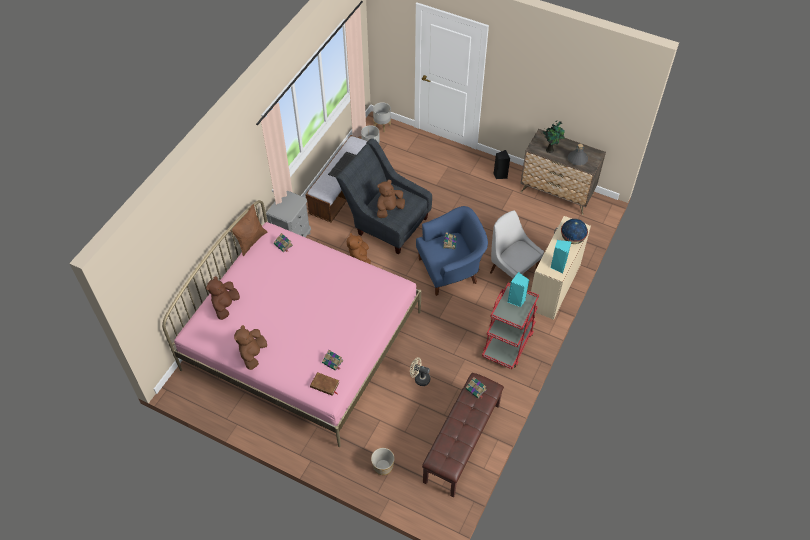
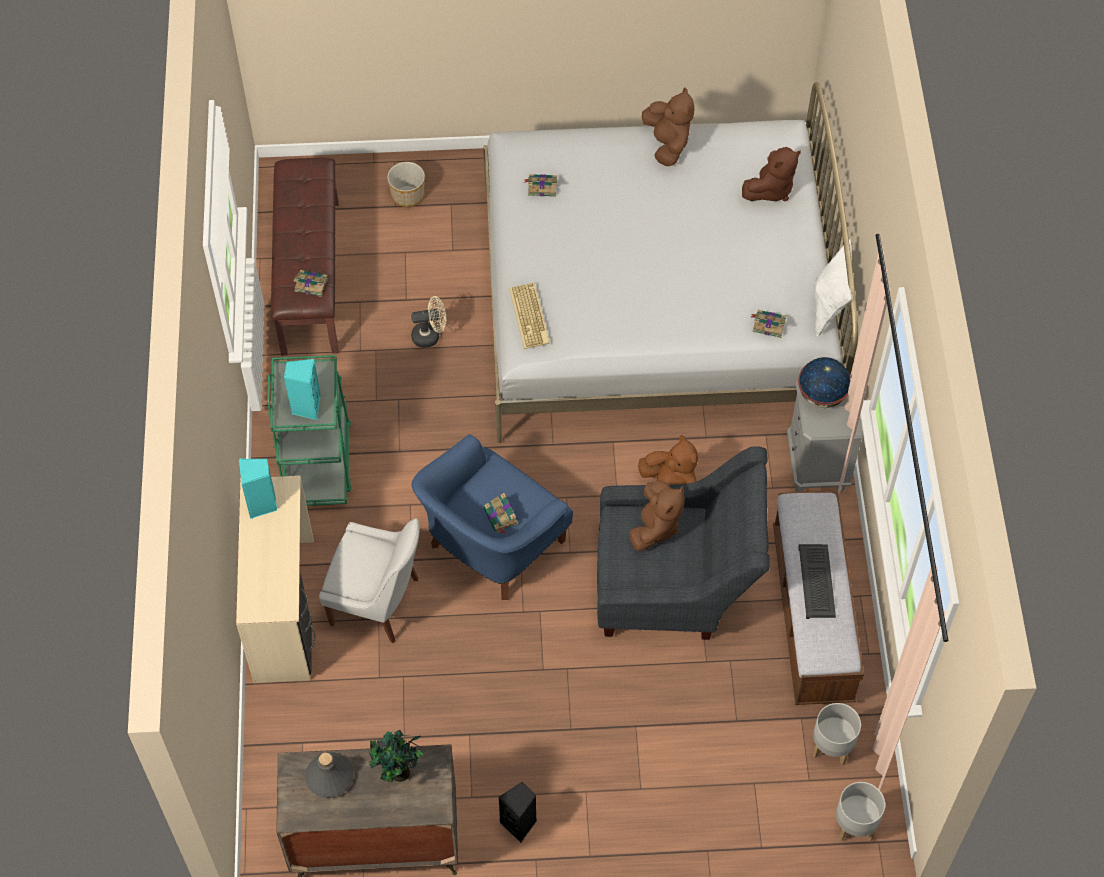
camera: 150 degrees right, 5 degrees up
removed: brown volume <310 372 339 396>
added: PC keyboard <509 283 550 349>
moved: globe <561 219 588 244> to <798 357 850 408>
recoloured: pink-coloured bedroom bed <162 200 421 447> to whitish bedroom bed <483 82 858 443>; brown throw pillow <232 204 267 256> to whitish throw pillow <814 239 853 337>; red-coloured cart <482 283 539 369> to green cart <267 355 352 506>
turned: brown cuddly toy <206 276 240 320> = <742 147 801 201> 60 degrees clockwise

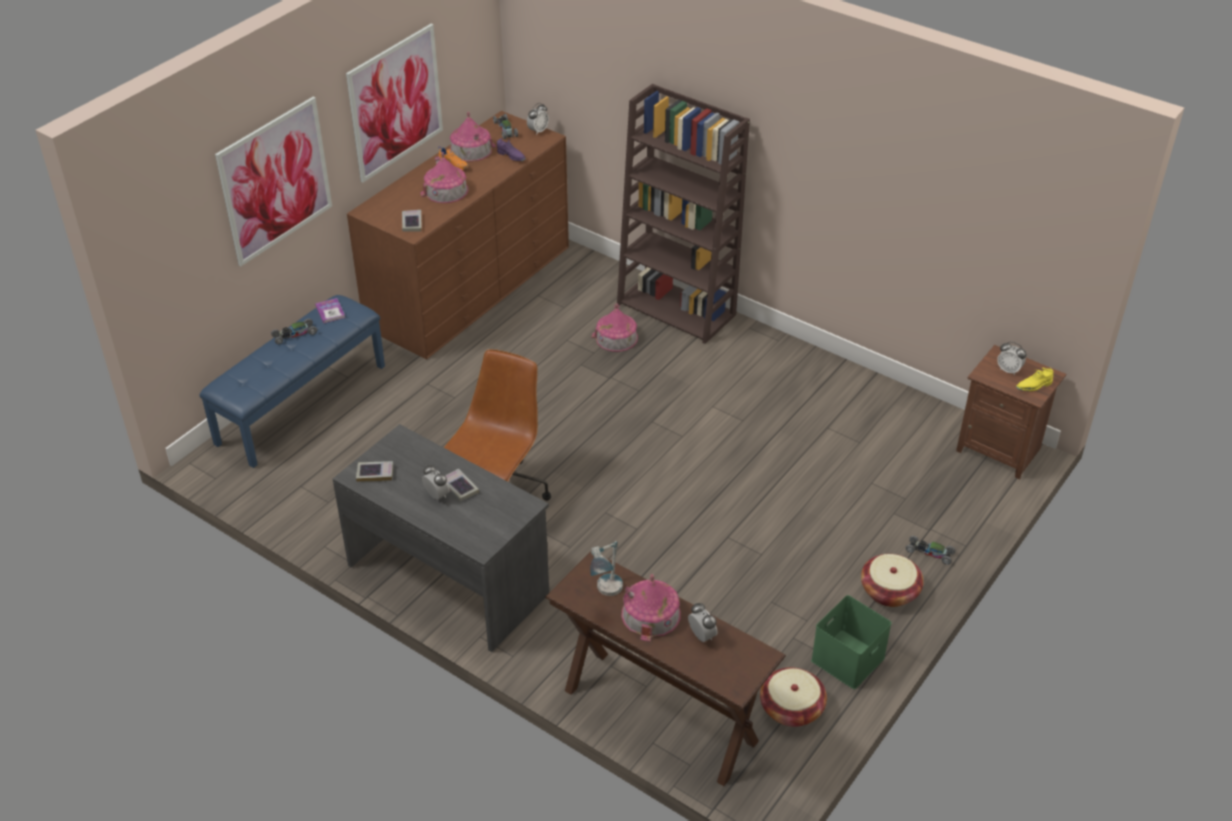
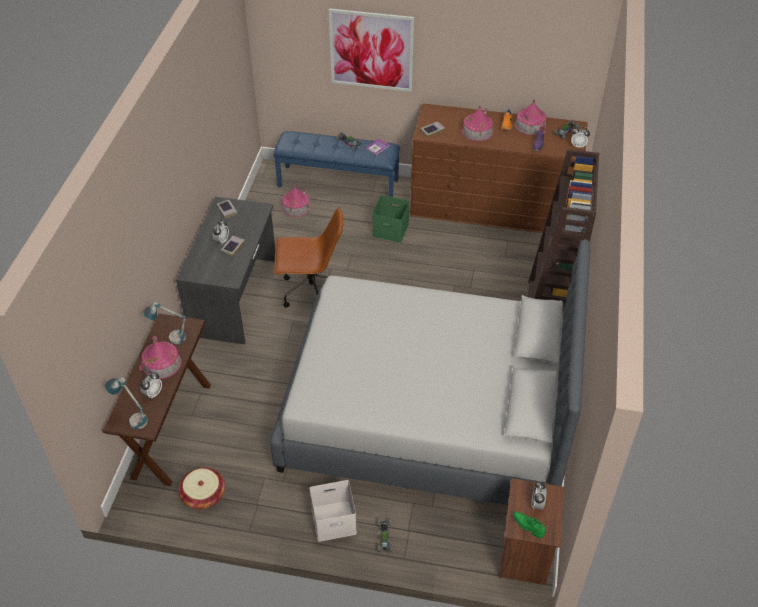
camera: 65 degrees right, 5 degrees up
removed: wall art <346 24 443 182>
added: tabletop lamp <105 377 148 429>; gray bedroom bed <270 239 590 505>
moved: model house <591 303 638 352> to <282 184 311 217>; green storage box <811 595 892 689> to <372 195 410 243>
replaced: basket <861 554 924 607> to whitish storage box <310 480 357 542>
recoloured: yellow-coloured item of footwear <1016 367 1053 391> to green item of footwear <513 512 546 538>

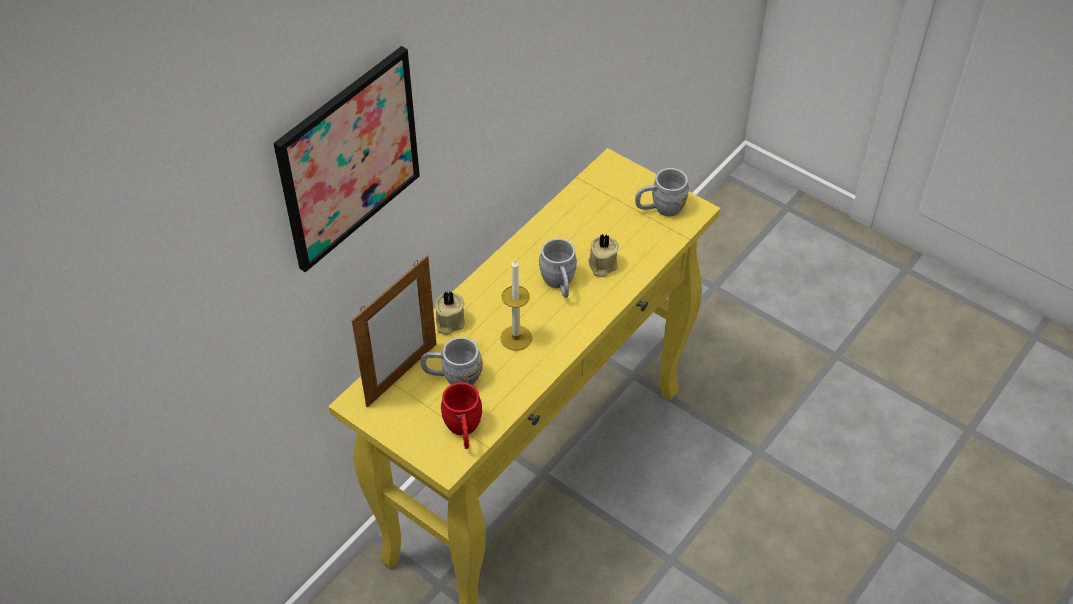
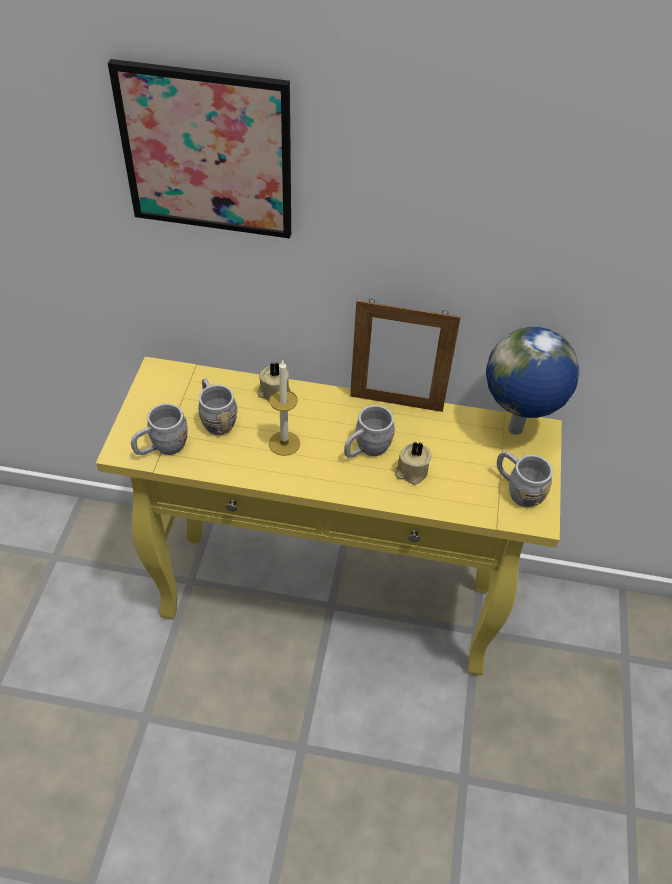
camera: 60 degrees right, 0 degrees up
added: globe <486 327 579 435>
moved: photo frame <352 255 436 408> to <350 299 461 412>
recoloured: red-coloured coffee mug <440 382 482 449> to gray coffee mug <131 403 188 455>

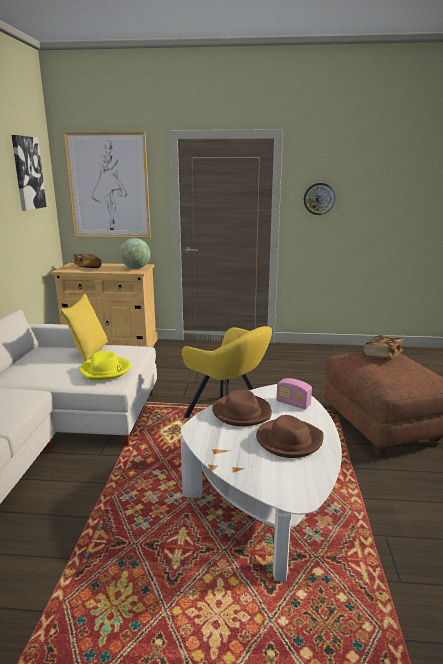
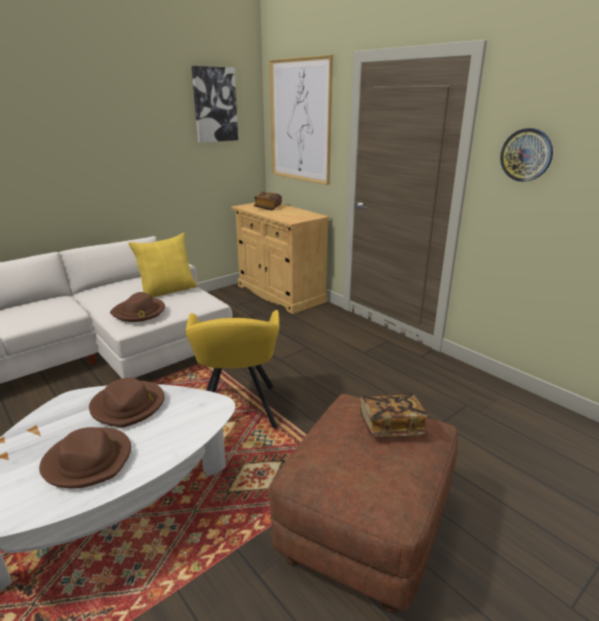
camera: 45 degrees right, 5 degrees up
removed: globe <120 238 150 269>; radio receiver <276 378 312 409>
recoloured: yellow-coloured wearable hat <80 351 131 380> to brown wearable hat <110 292 165 322>

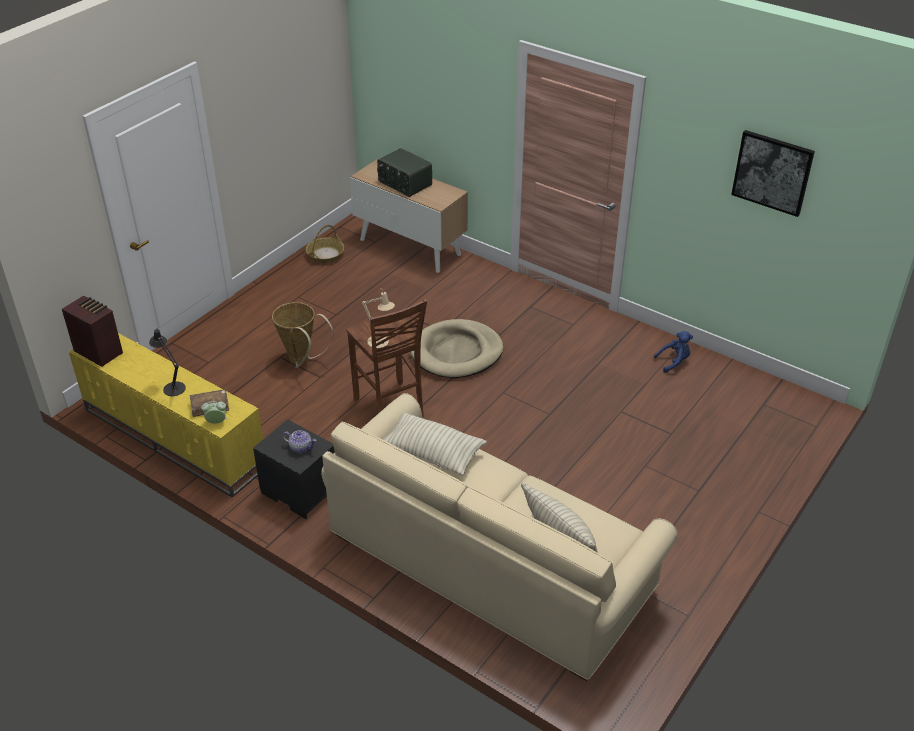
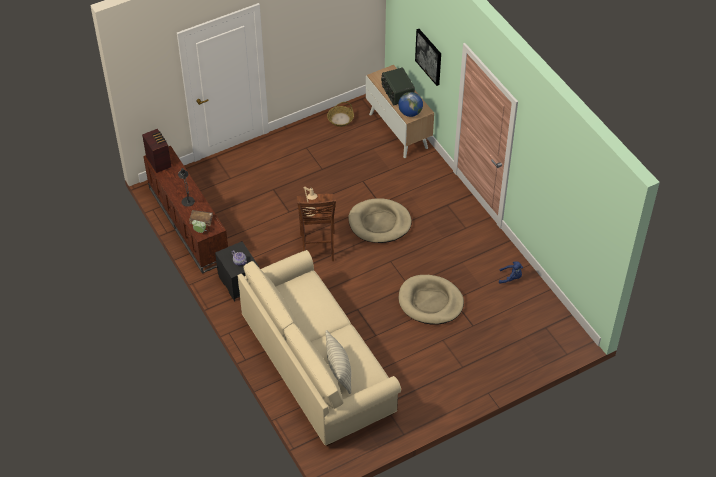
camera: 25 degrees right, 10 degrees up
removed: basket <272 302 334 368>; throw pillow <383 412 487 476>
added: globe <398 92 423 117>; beige-coloured dog bed <399 275 464 325>
moved: wall art <731 130 815 217> to <415 29 441 86>
recoloured: yellow-coloured media console <69 333 263 498> to brown media console <143 146 228 274>

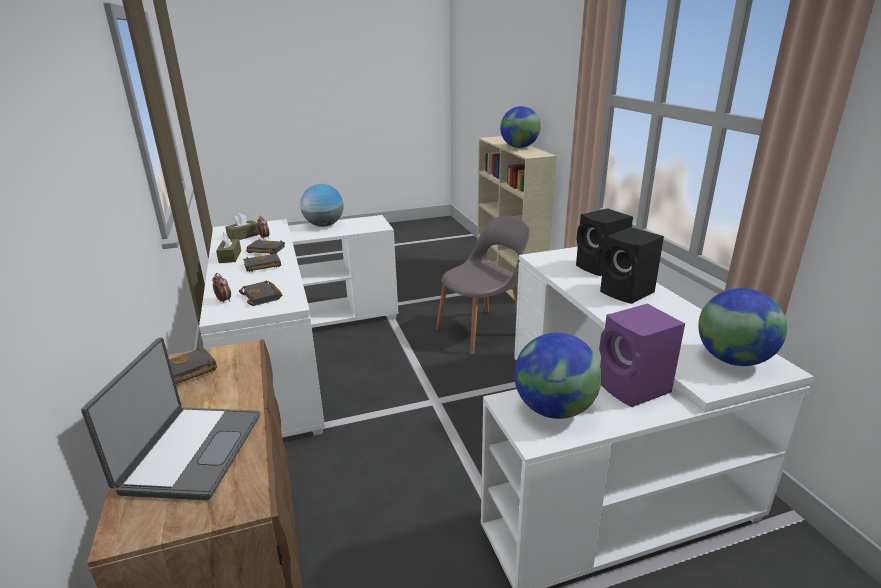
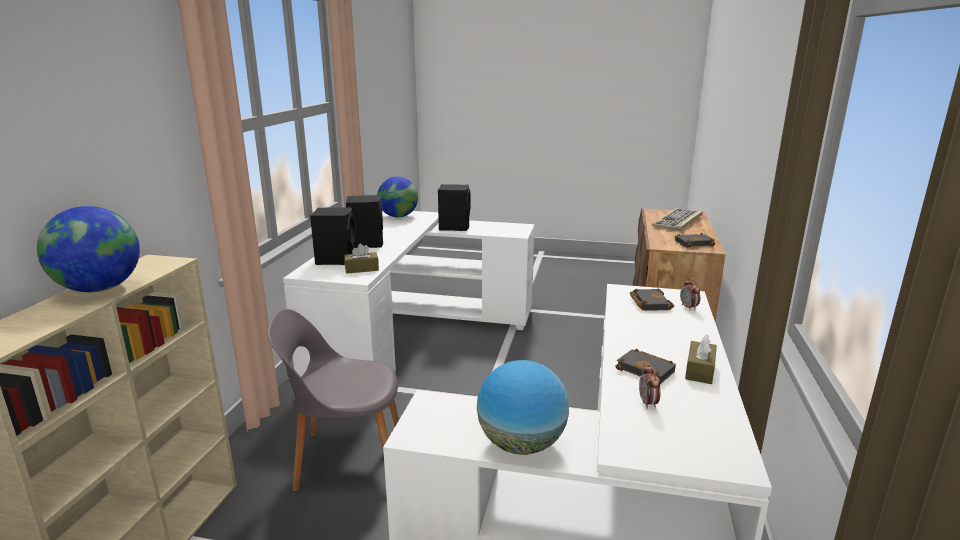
camera: 150 degrees left, 5 degrees down
removed: blackish volume <243 253 281 272>; globe <514 333 602 419>
moved: brown tissue holder <225 213 260 240> to <344 243 379 274>
replaced: portable computer <81 338 260 500> to PC keyboard <652 208 703 231>
recoloured: purple speaker <599 304 685 407> to blackish speaker <438 184 471 231>

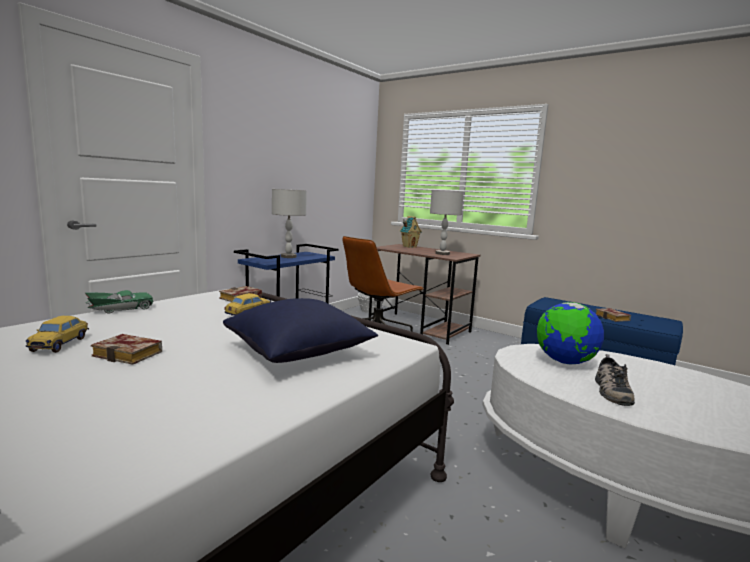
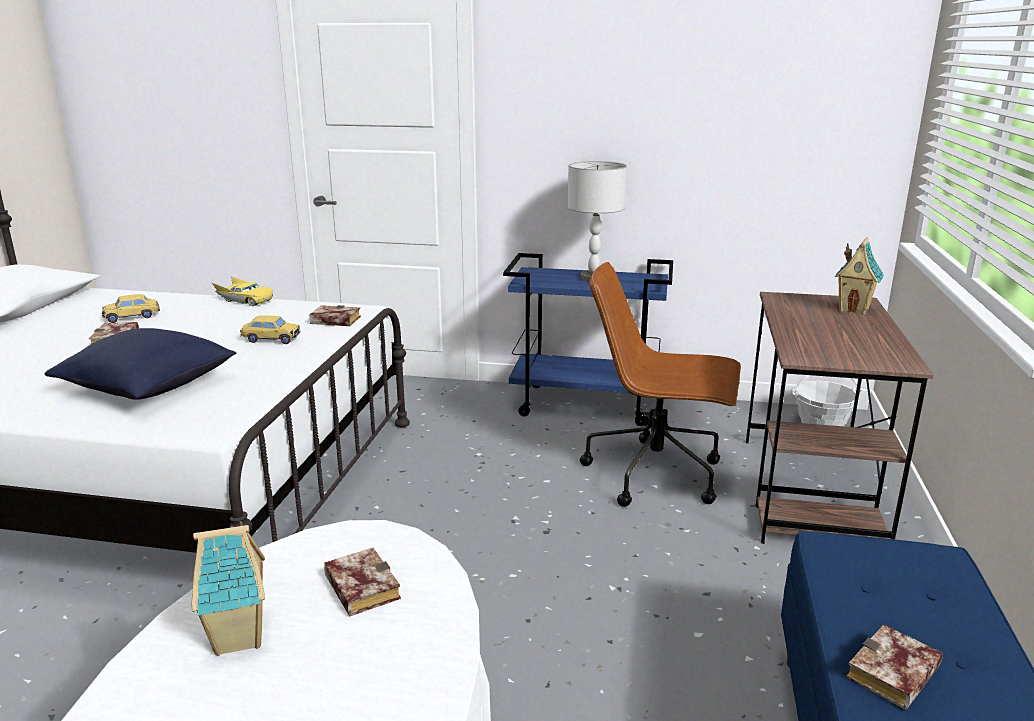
camera: 65 degrees right, 10 degrees up
removed: gray tabletop lamp <430 190 464 255>
replaced: globe <537 302 604 365> to volume <324 548 401 617>; item of footwear <595 354 635 406> to model house <191 521 265 656>
recoloured: green model car <84 290 153 314> to yellow-coloured model car <212 277 273 306>

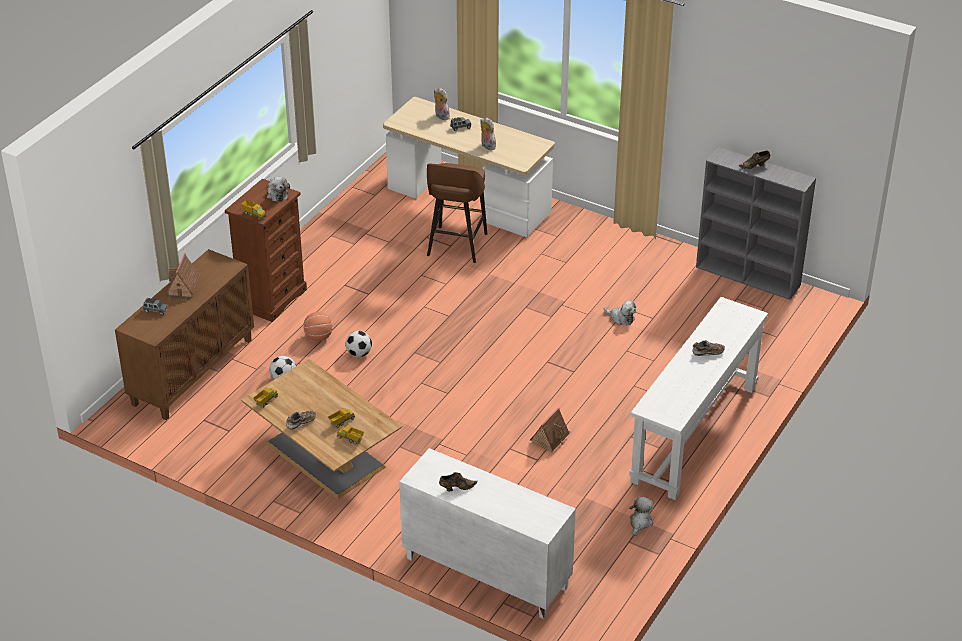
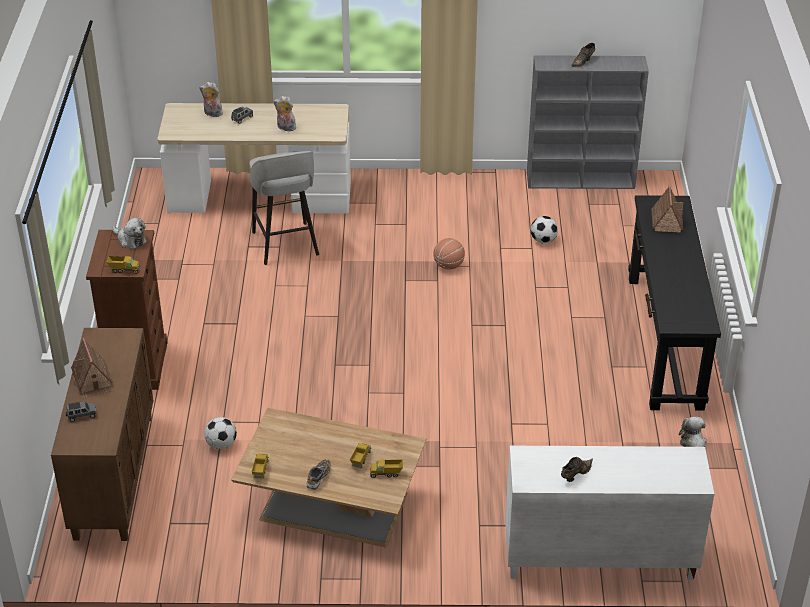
camera: 30 degrees left, 0 degrees up
removed: cuddly toy <604 300 636 326>; item of footwear <692 340 725 356>
moved: basketball ball <303 312 332 341> to <433 238 465 270>; ball for football <345 331 372 357> to <531 216 558 243>; model house <530 408 571 452> to <651 185 683 232>
recoloured: brown sitting stool <427 163 487 263> to gray sitting stool <249 151 319 265>; whitish hall table <629 297 768 500> to blackish hall table <628 195 721 410>

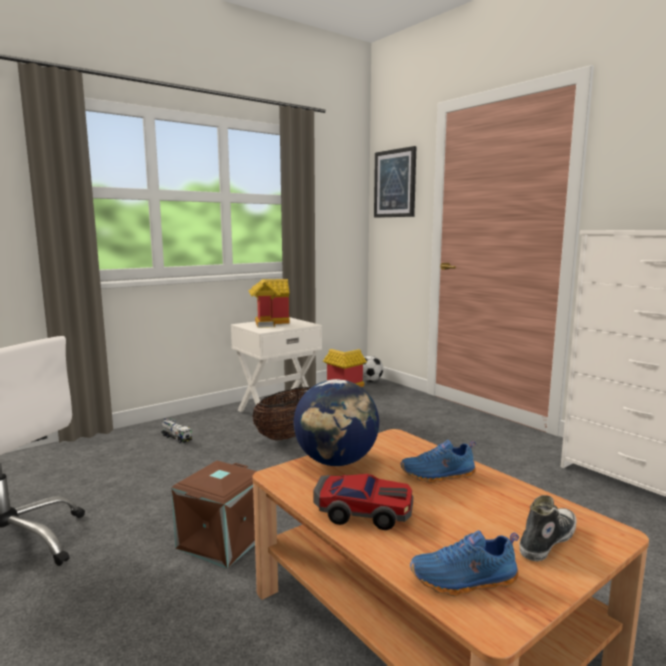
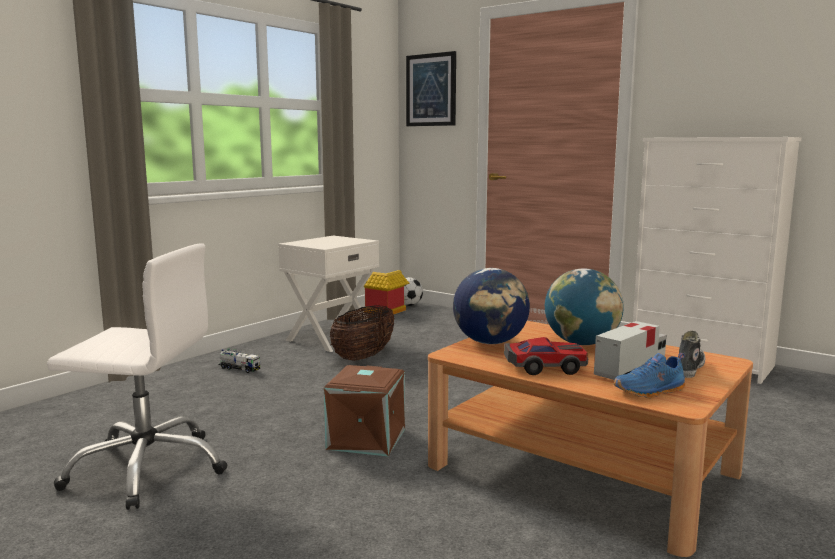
camera: 15 degrees left, 0 degrees up
removed: model house <249 279 290 328>
added: toy lorry <594 321 666 380>
replaced: blue-coloured item of footwear <401 440 476 483> to globe <545 269 624 345>

